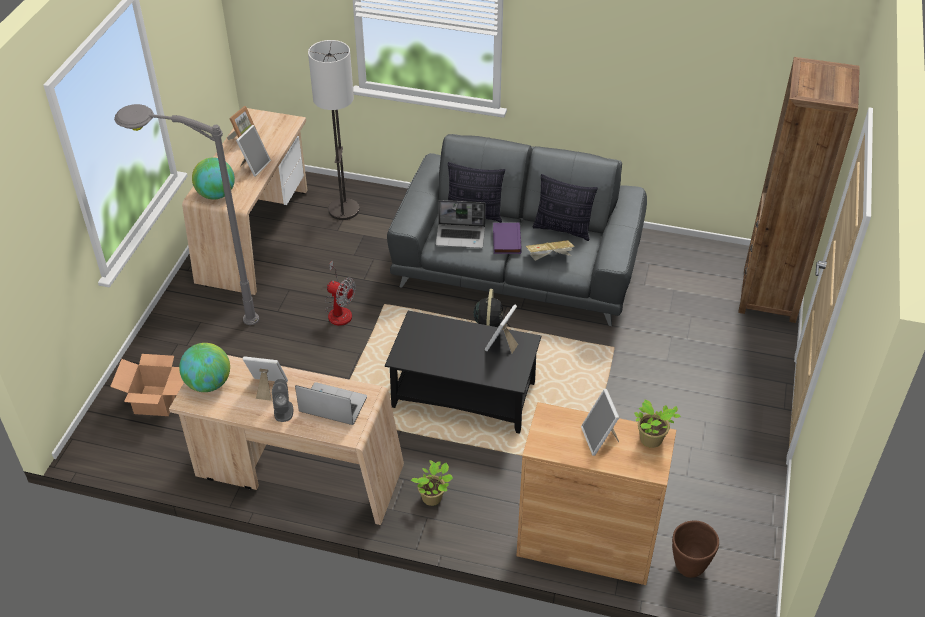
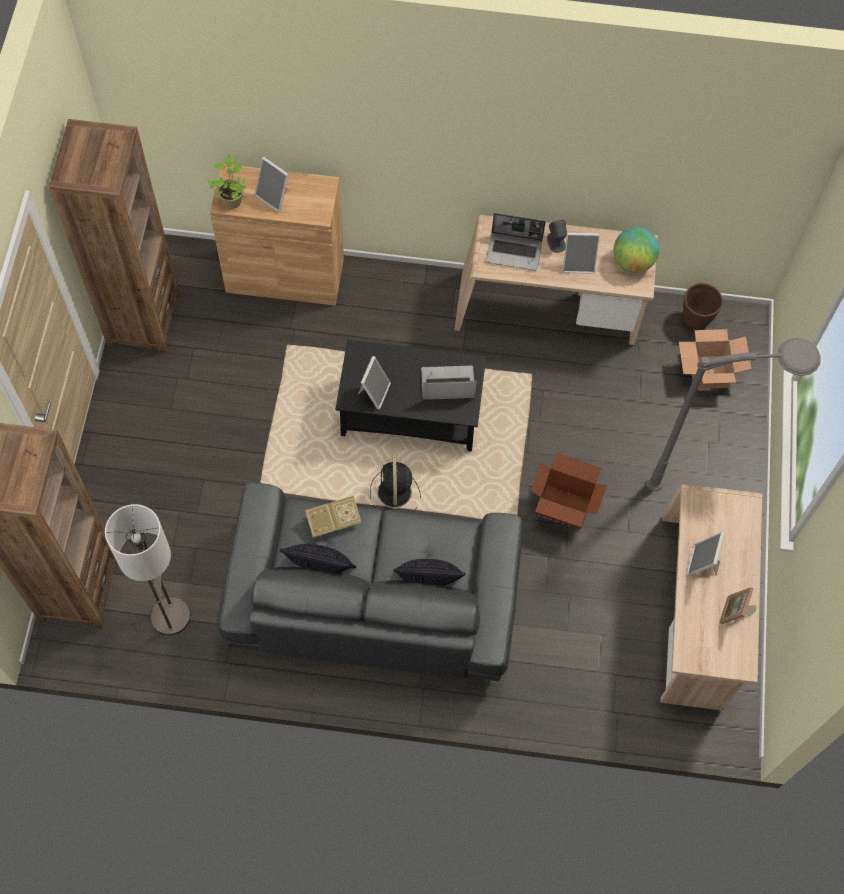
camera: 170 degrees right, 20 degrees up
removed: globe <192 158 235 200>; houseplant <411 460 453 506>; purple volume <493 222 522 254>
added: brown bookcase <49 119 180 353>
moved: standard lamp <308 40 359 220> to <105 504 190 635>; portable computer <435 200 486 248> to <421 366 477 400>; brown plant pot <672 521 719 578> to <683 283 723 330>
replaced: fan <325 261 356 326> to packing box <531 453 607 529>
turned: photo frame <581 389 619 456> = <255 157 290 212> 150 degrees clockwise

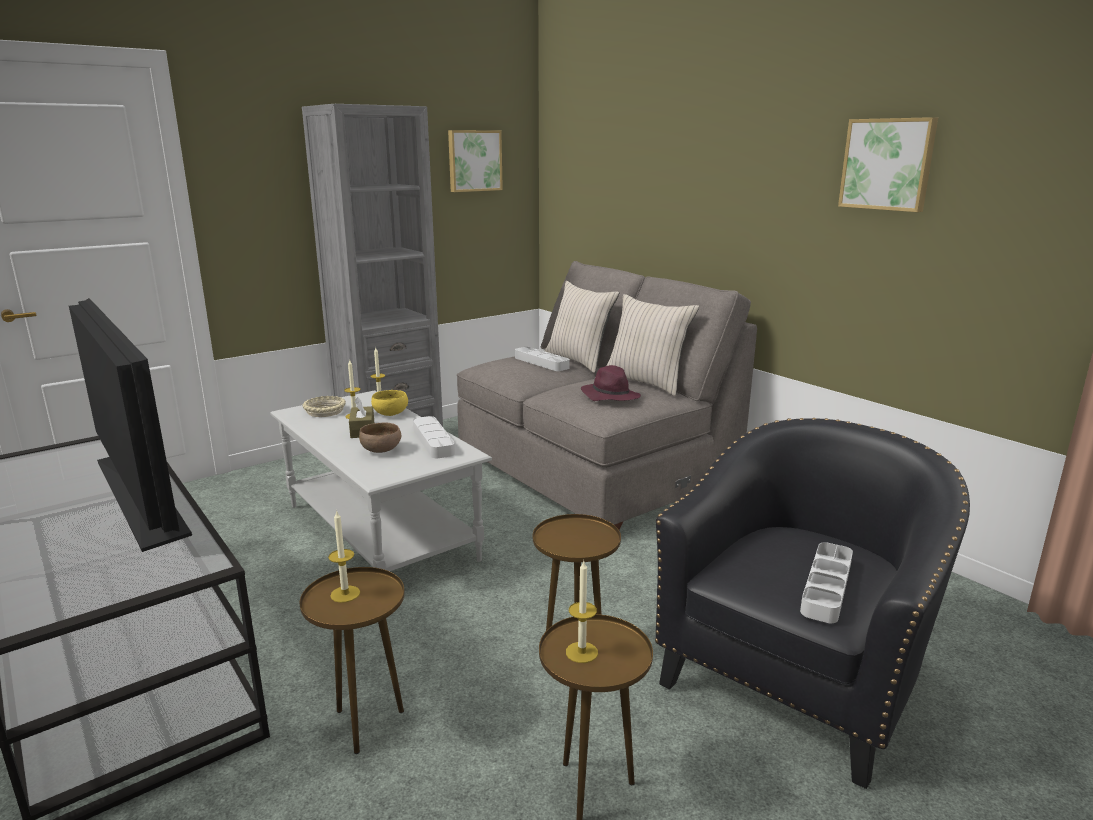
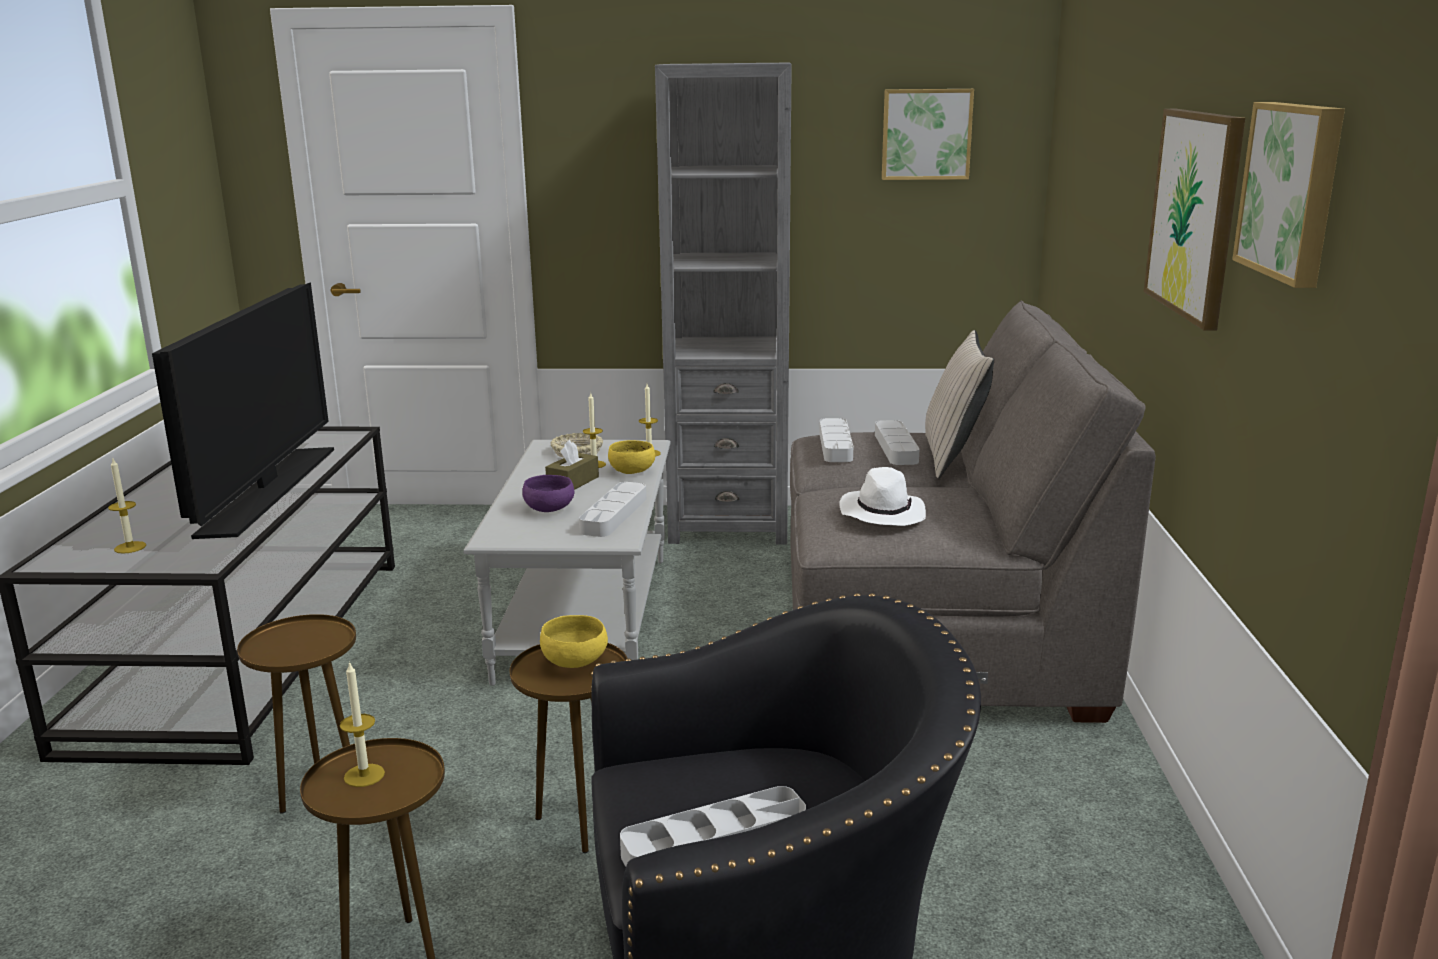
camera: 40 degrees right, 0 degrees up
removed: beige-coloured throw pillow <606 294 699 396>
added: yellow-coloured deep dish <540 615 608 668>; gray serving tray <819 418 853 462>; wall art <1144 109 1245 331>
moved: wax light <328 510 360 603> to <108 459 146 553>
recoloured: brown deep dish <359 423 401 453> to purple deep dish <522 475 574 512>; purple wearable hat <581 365 641 401> to whitish wearable hat <839 467 926 526>

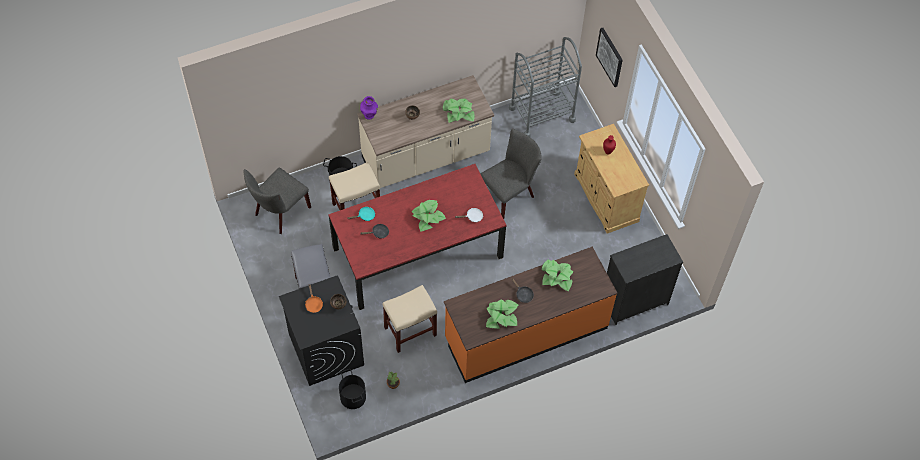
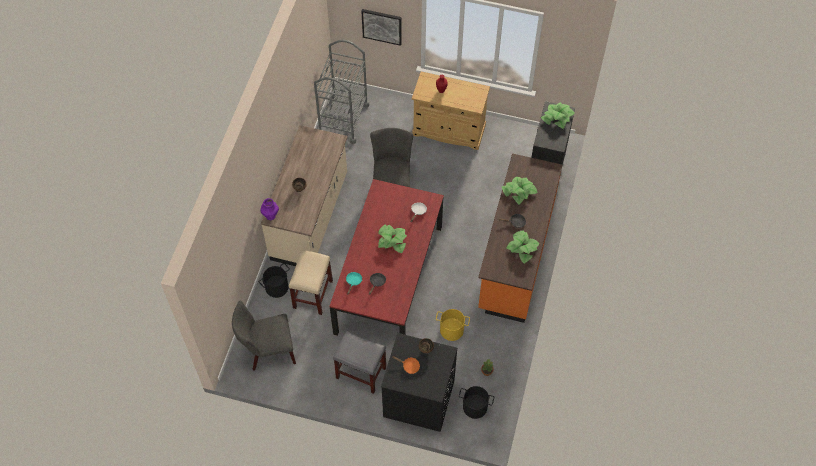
camera: 50 degrees left, 0 degrees up
moved: houseplant <443 99 475 123> to <541 103 575 129>
replaced: beige-coloured sitting stool <382 285 437 353> to yellow-coloured pail <436 309 470 341>
turned: gray chair <244 167 311 234> = <232 300 296 370> 90 degrees clockwise

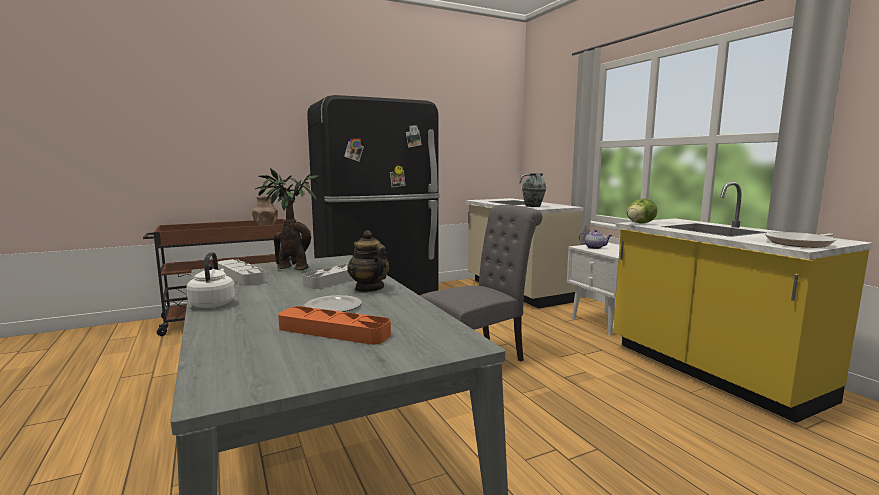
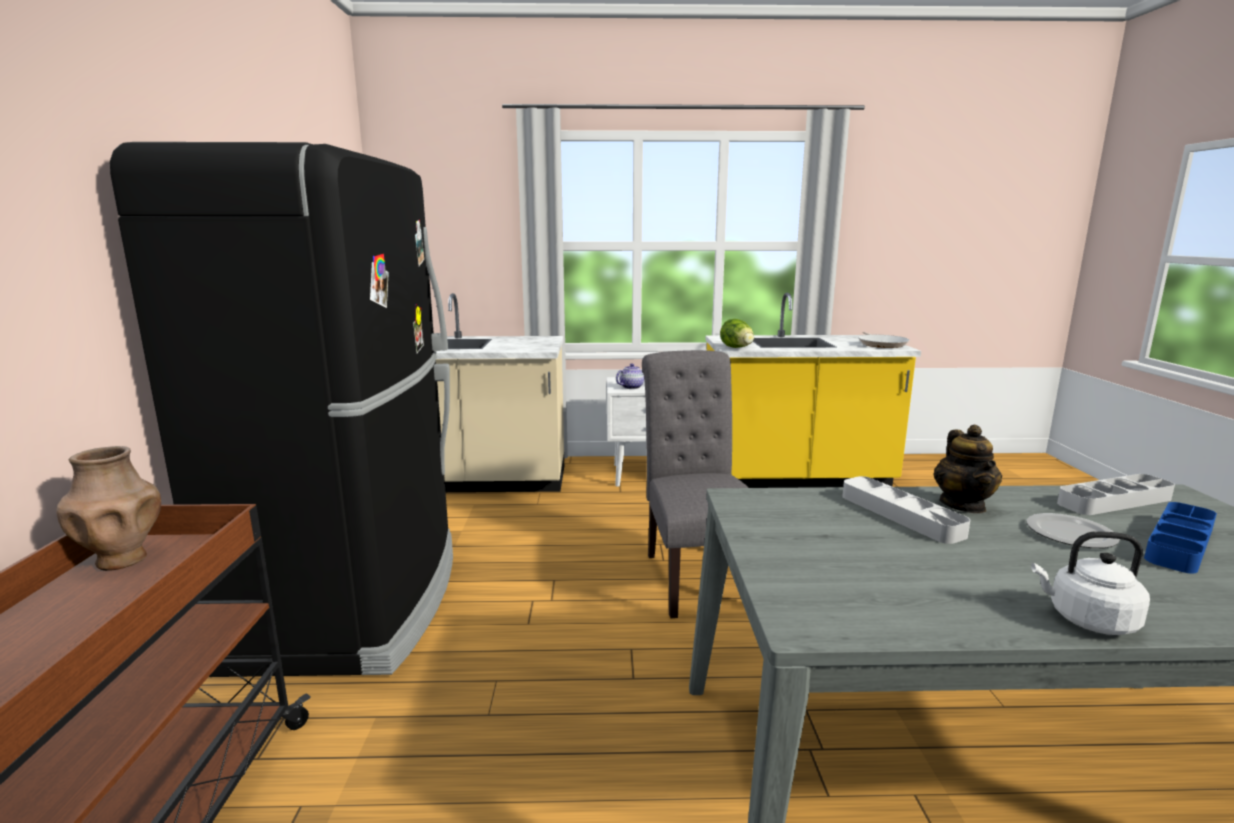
camera: 65 degrees left, 5 degrees up
removed: houseplant <255 168 319 270>; decorative vase <522 173 546 207>
moved: gray serving tray <218 259 266 286> to <1057 474 1175 515>
recoloured: orange-coloured serving tray <278 306 391 345> to blue-coloured serving tray <1144 502 1217 573>
turned: tea pot <347 230 389 292> = <934 425 1002 513> 75 degrees counterclockwise

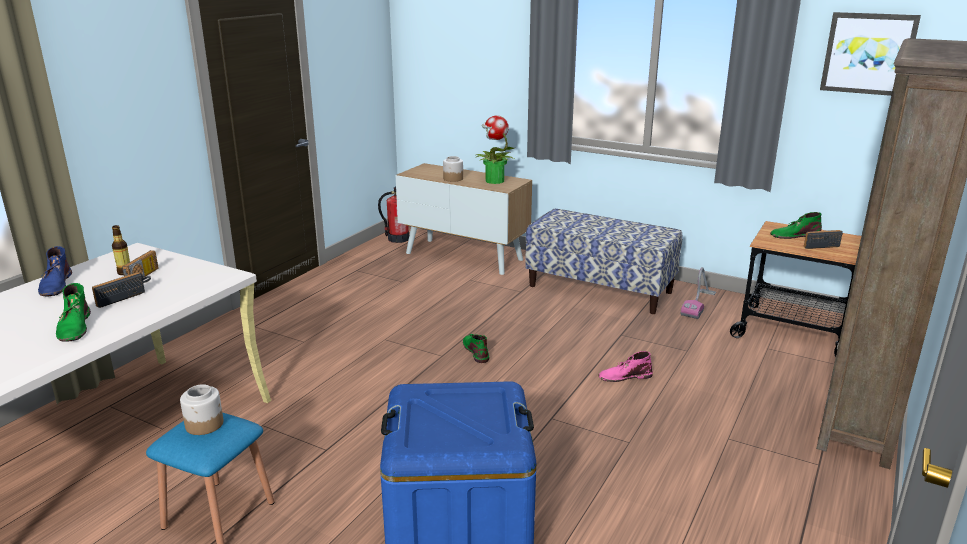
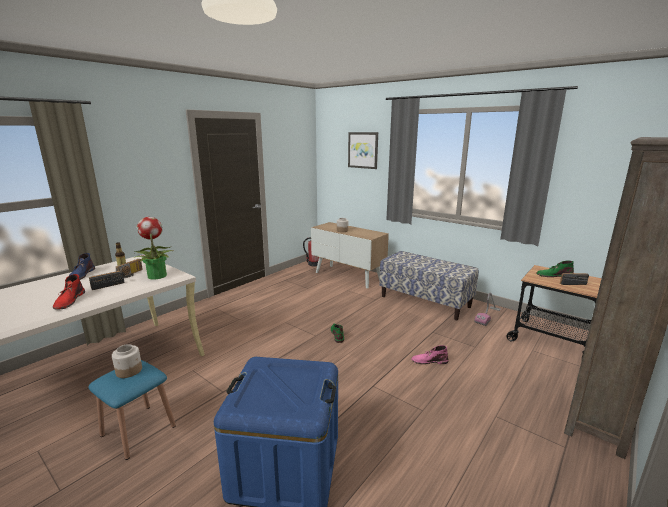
camera: 10 degrees right, 5 degrees down
moved: houseplant <477 115 515 184> to <135 217 174 280>; wall art <820 12 921 96> to <348 132 378 169>
recoloured: green boot <56 283 91 342> to red-coloured boot <53 274 85 310>

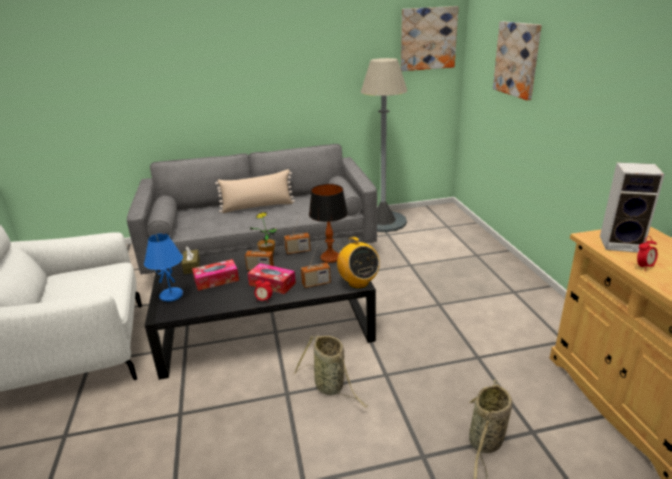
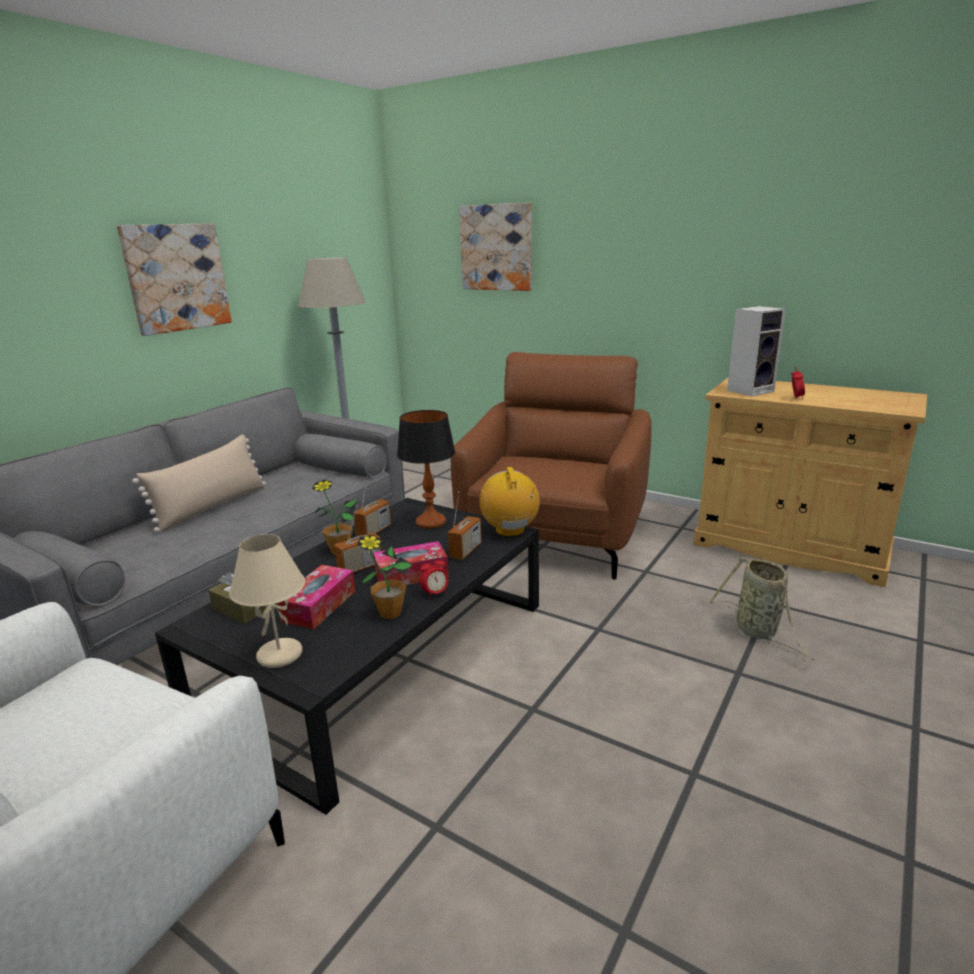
camera: 45 degrees left, 5 degrees down
removed: basket <294 335 368 407>
added: houseplant <357 535 412 619>; brown lounge chair <451 352 652 580>
moved: wall art <401 6 459 71> to <117 223 232 336>
recoloured: blue-coloured tabletop lamp <144 233 183 302> to beige-coloured tabletop lamp <229 534 305 668>
turned: radio receiver <337 237 380 288> = <479 467 540 537> 120 degrees counterclockwise

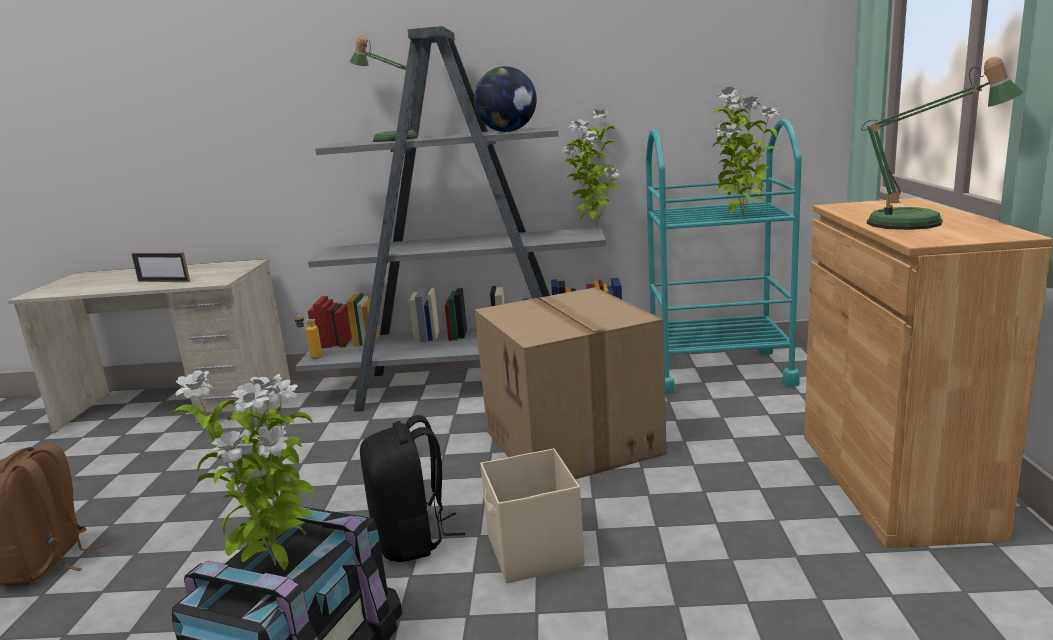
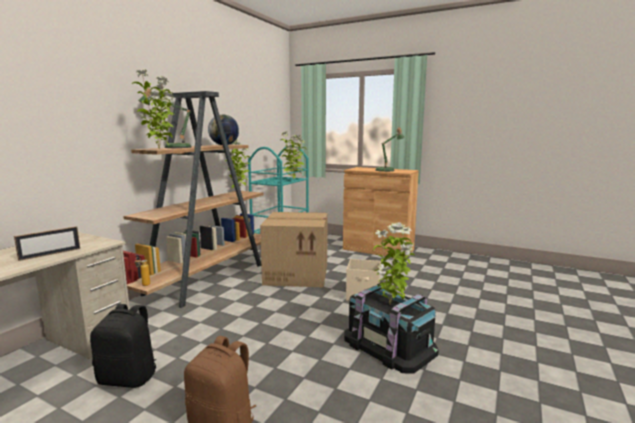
camera: 65 degrees left, 5 degrees down
added: houseplant <132 69 174 150>
moved: blackish rucksack <360 415 465 562> to <90 304 156 388>
recoloured: gray bookcase <295 26 622 412> to brown bookcase <123 91 264 308>

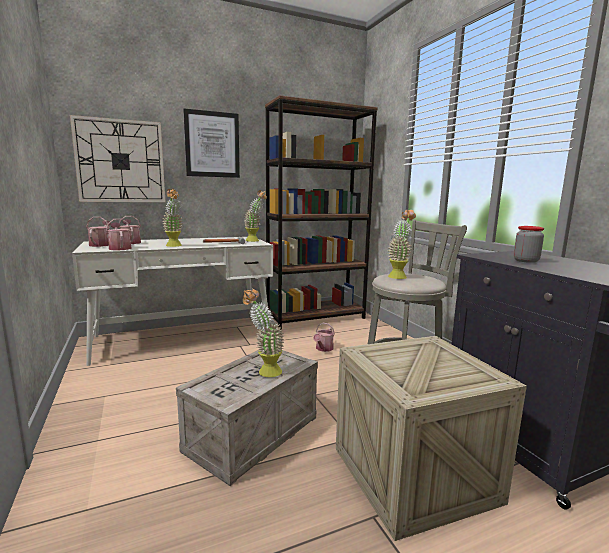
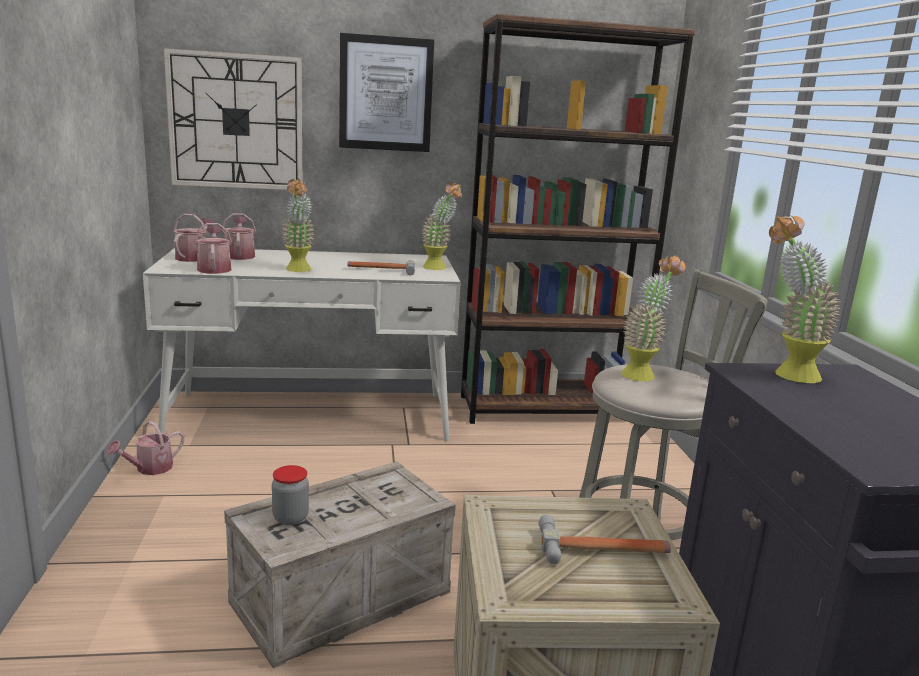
camera: 15 degrees right, 5 degrees up
added: tool hammer <539 515 671 564>
moved: houseplant <243 288 284 377> to <769 216 841 383>; sprinkling can <313 323 335 352> to <107 421 184 475>; jar <514 226 544 263> to <272 465 309 525>

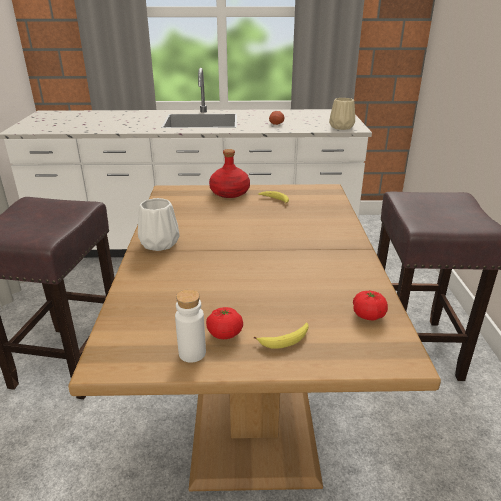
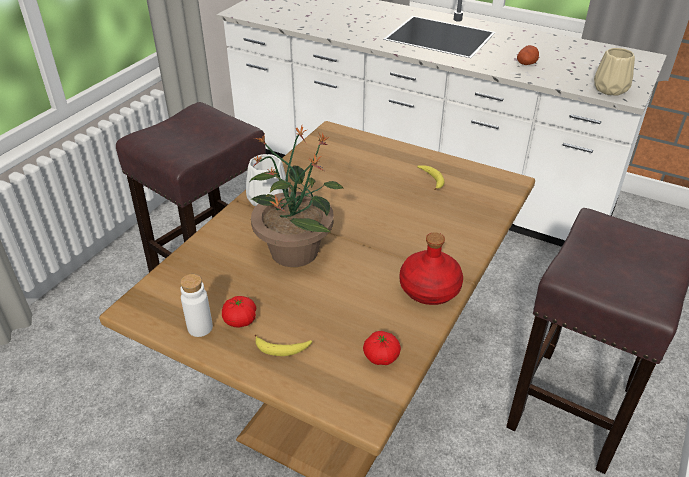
camera: 30 degrees right, 10 degrees up
added: houseplant <250 126 344 267>
moved: red-coloured bottle <209 149 250 198> to <400 232 463 305>

